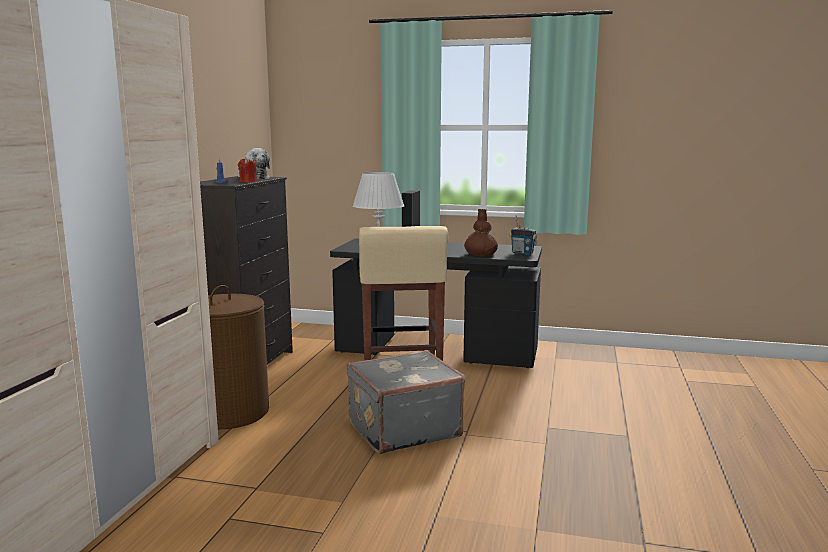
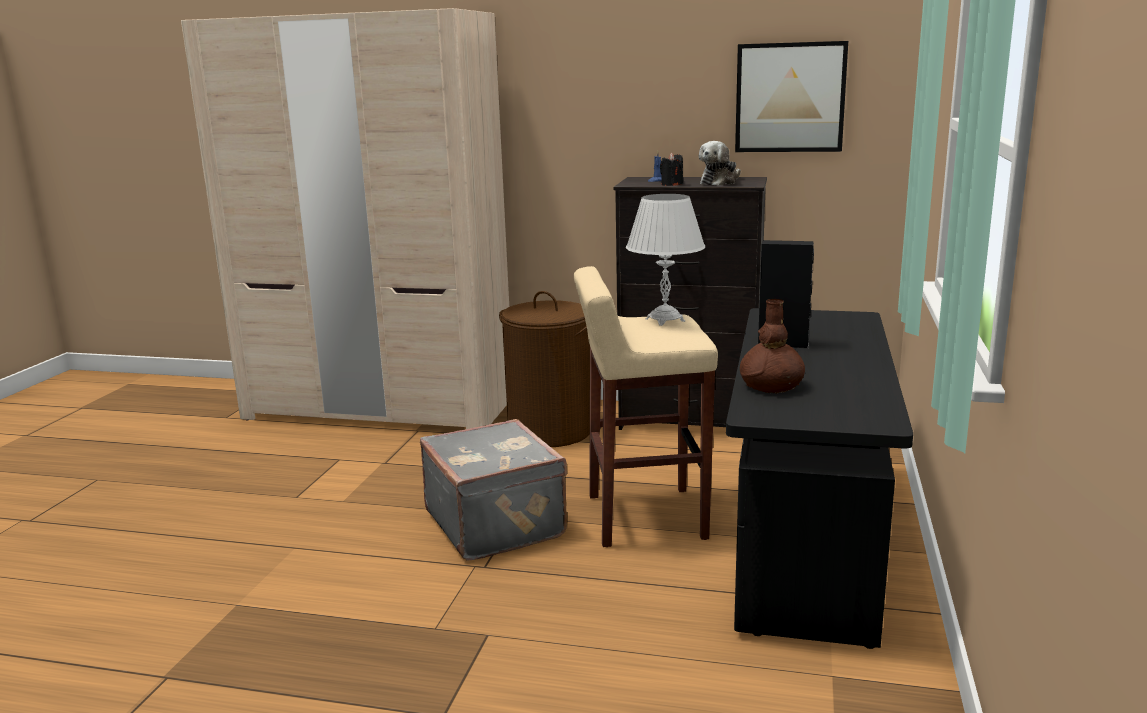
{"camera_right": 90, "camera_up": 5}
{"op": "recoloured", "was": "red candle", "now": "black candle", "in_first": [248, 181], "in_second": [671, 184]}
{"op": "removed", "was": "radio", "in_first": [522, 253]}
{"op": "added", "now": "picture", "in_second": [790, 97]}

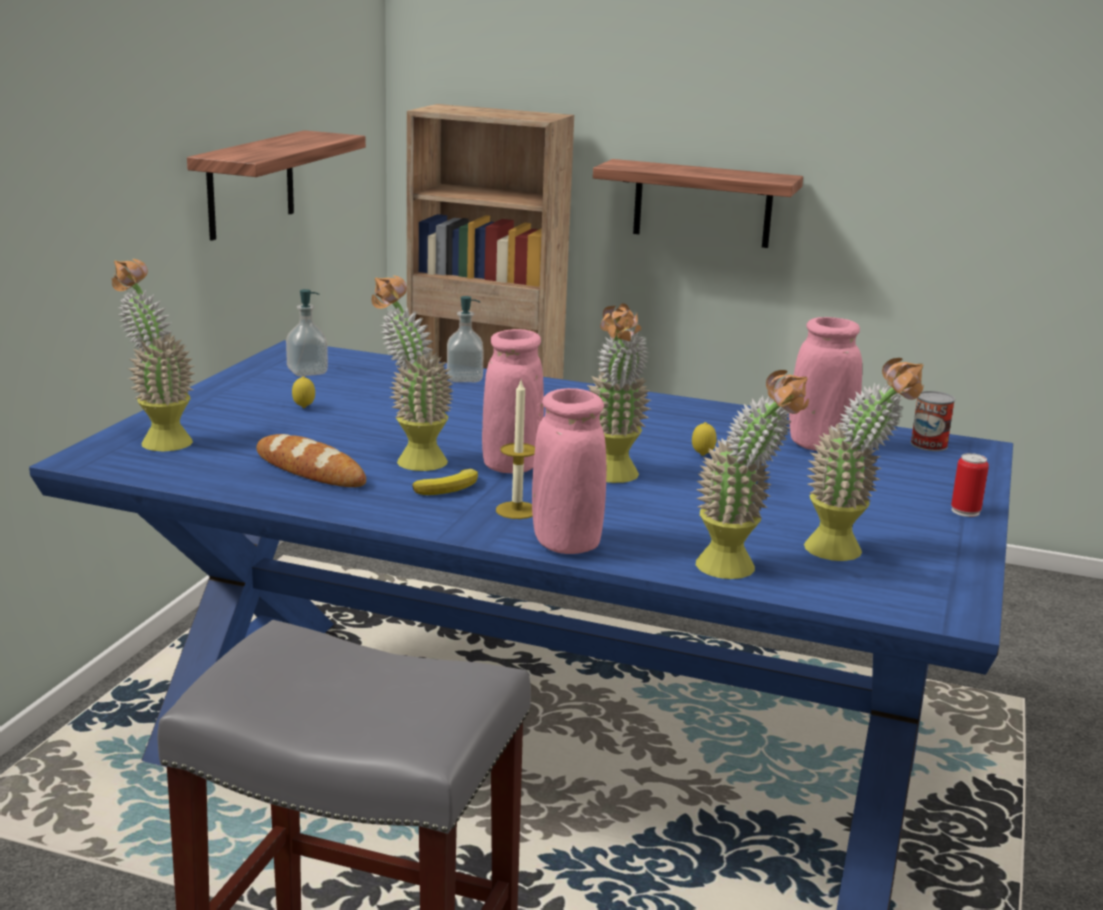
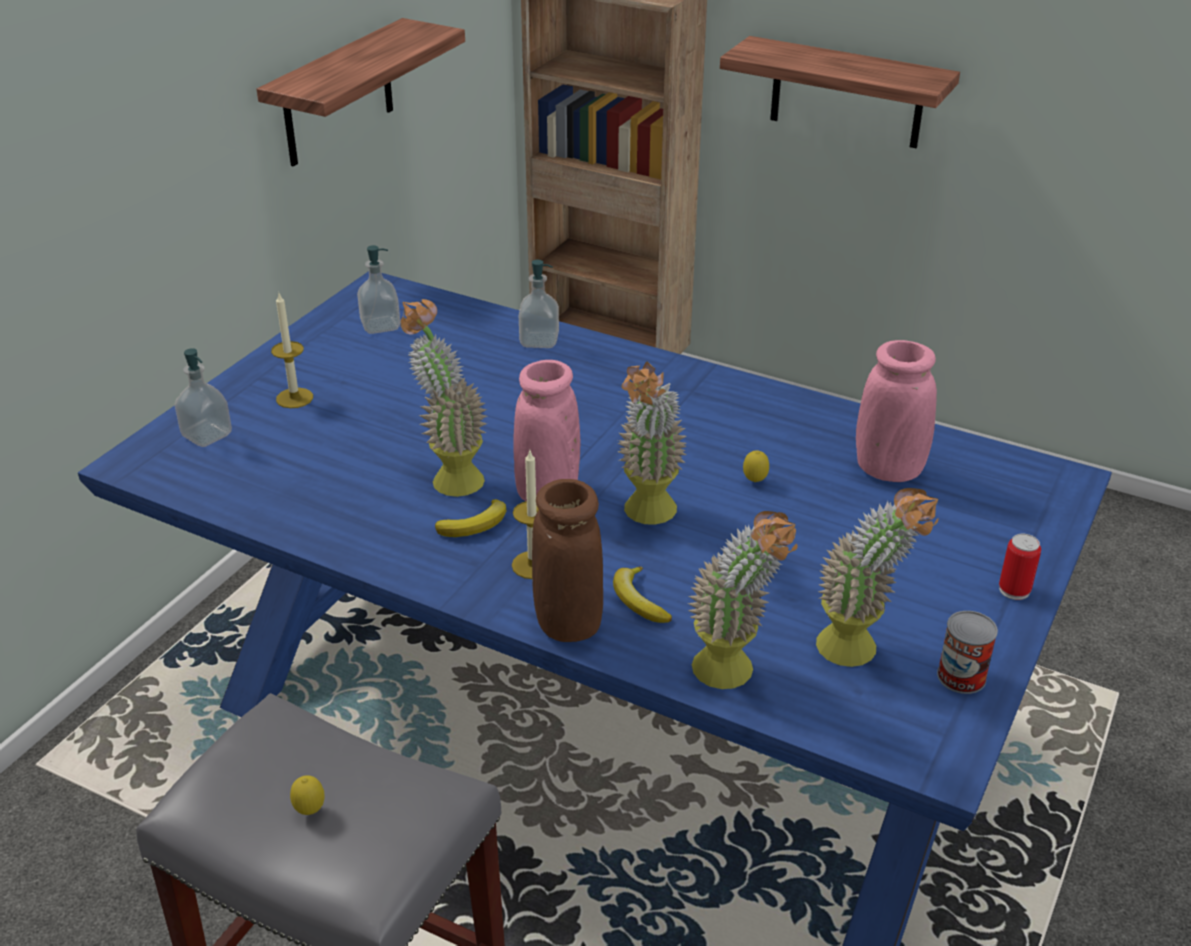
{"camera_right": 10, "camera_up": 15}
{"op": "replaced", "was": "potted plant", "now": "soap dispenser", "in_first": [157, 440], "in_second": [207, 435]}
{"op": "removed", "was": "bread", "in_first": [310, 470]}
{"op": "moved", "was": "lemon", "in_first": [304, 408], "in_second": [310, 811]}
{"op": "recoloured", "was": "pink vase", "now": "brown vase", "in_first": [566, 544], "in_second": [568, 623]}
{"op": "moved", "was": "can", "in_first": [929, 444], "in_second": [961, 676]}
{"op": "added", "now": "candle", "in_second": [294, 398]}
{"op": "added", "now": "banana", "in_second": [638, 601]}

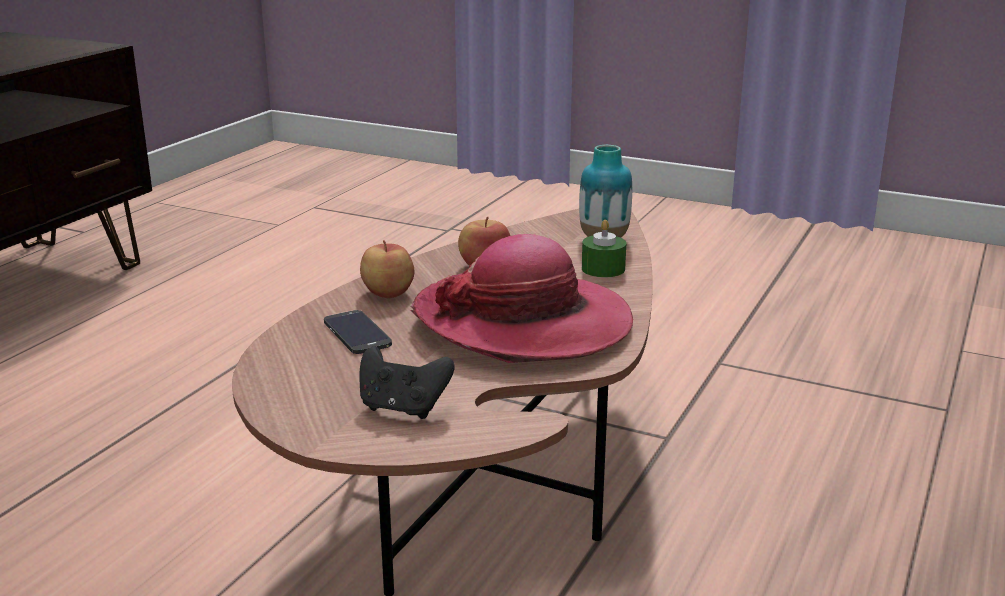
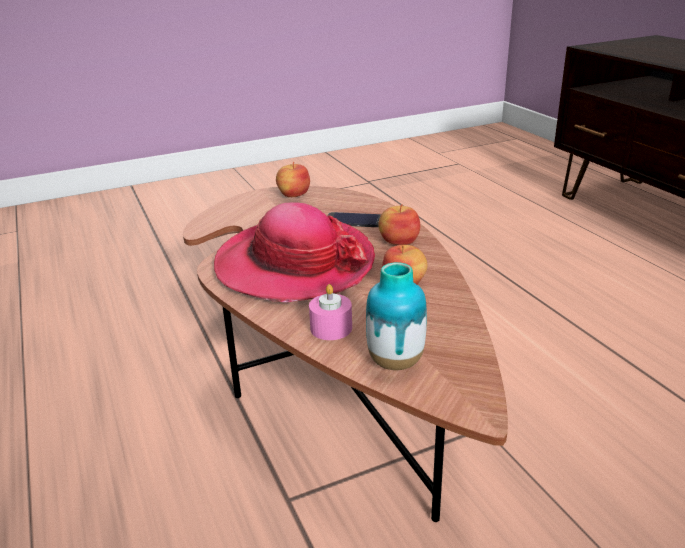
{"camera_right": 130, "camera_up": 5}
{"op": "removed", "was": "black game controller", "in_first": [403, 408]}
{"op": "recoloured", "was": "green candle", "now": "pink candle", "in_first": [603, 269], "in_second": [331, 328]}
{"op": "added", "now": "apple", "in_second": [293, 194]}

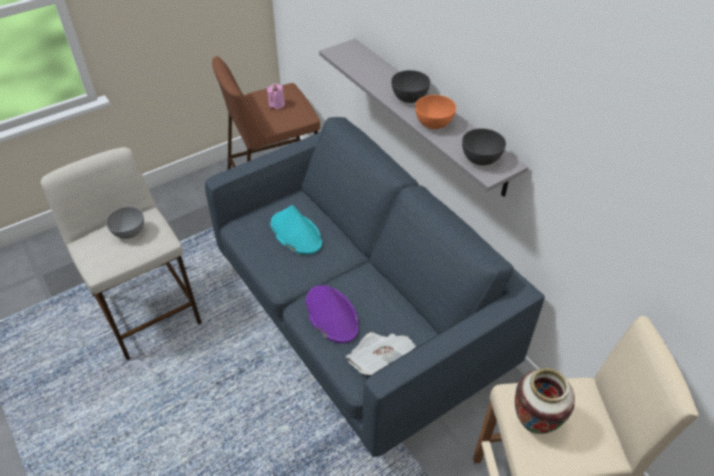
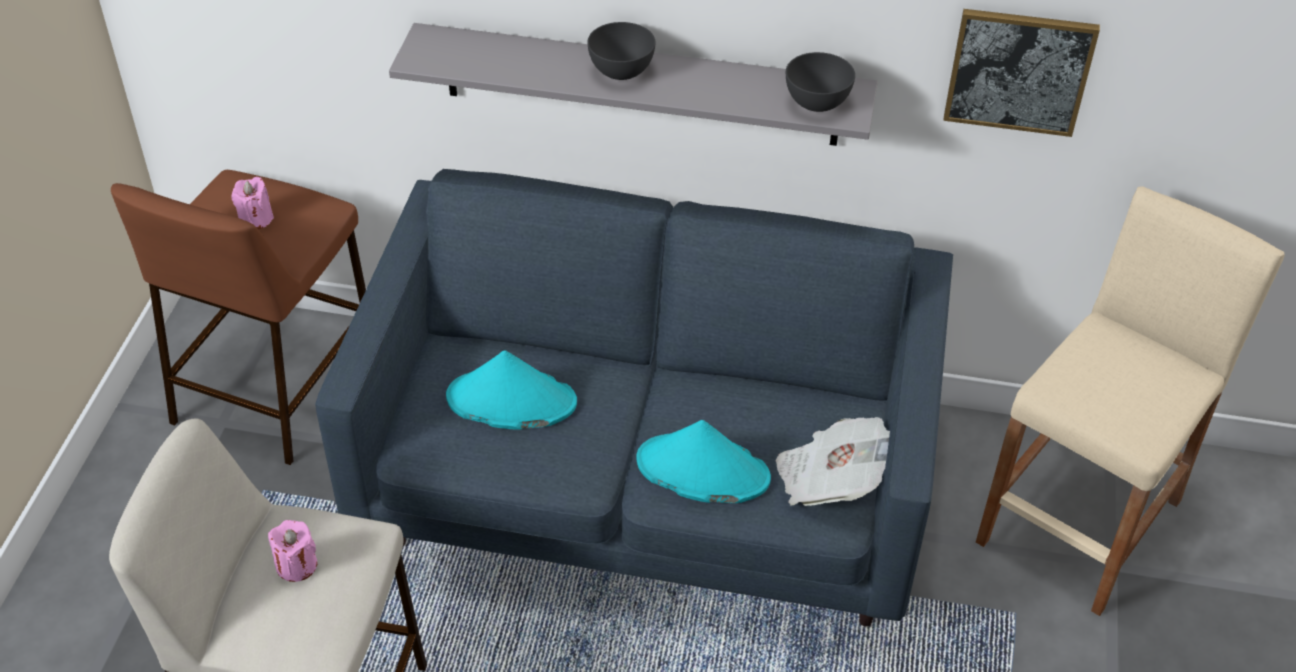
{"camera_right": -45, "camera_up": 0}
{"op": "replaced", "was": "grey bowl", "now": "pink candle", "in_first": [129, 232], "in_second": [296, 565]}
{"op": "recoloured", "was": "purple hat", "now": "turquoise hat", "in_first": [331, 314], "in_second": [702, 470]}
{"op": "removed", "was": "orange bowl", "in_first": [434, 124]}
{"op": "removed", "was": "vase", "in_first": [533, 424]}
{"op": "added", "now": "picture", "in_second": [1019, 71]}

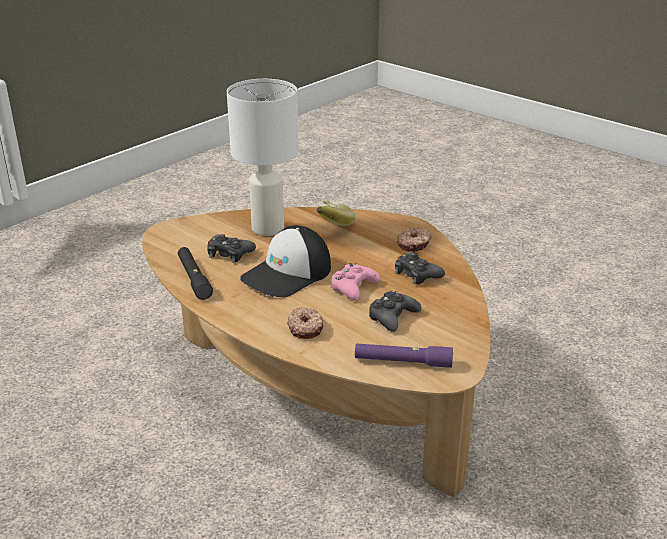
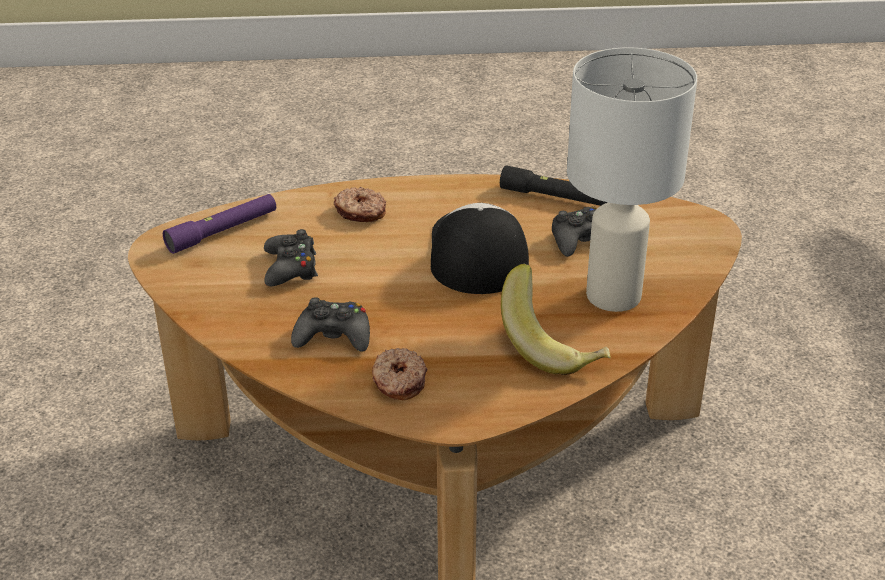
{"camera_right": 135, "camera_up": 5}
{"op": "removed", "was": "pink game controller", "in_first": [353, 287]}

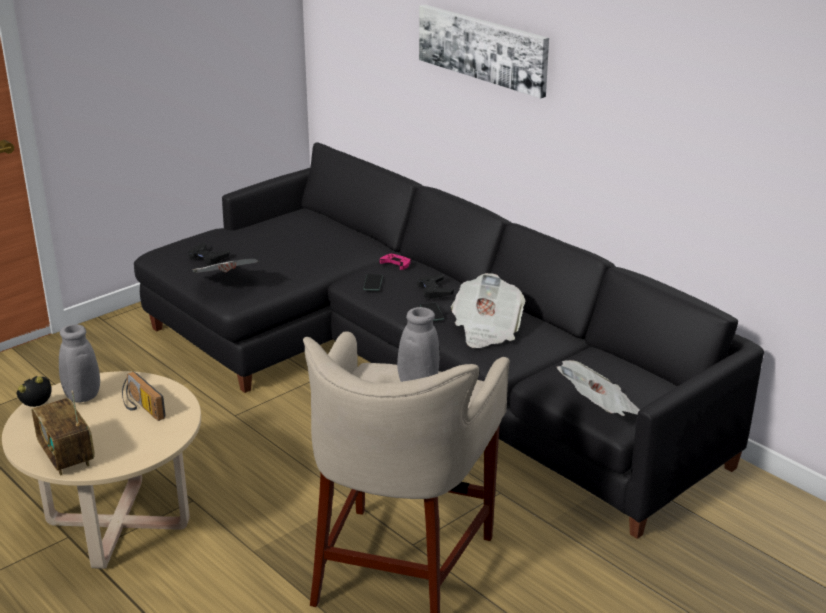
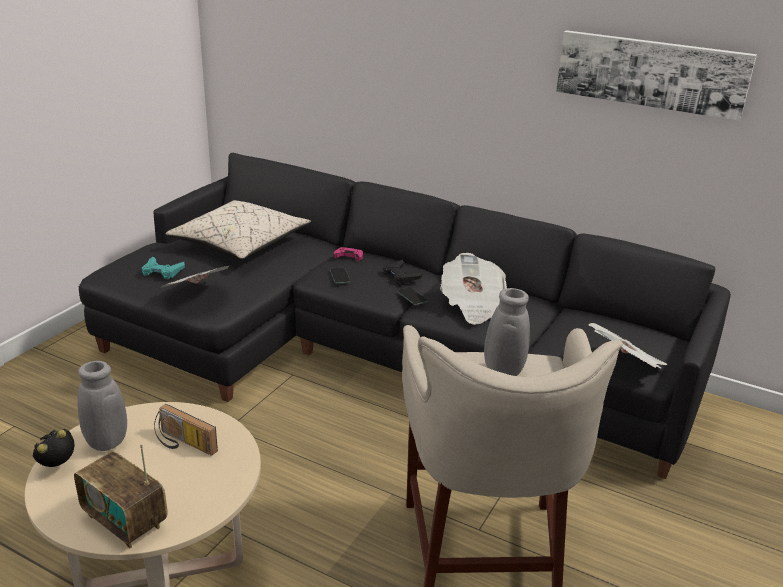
{"camera_right": -20, "camera_up": 0}
{"op": "recoloured", "was": "black game controller", "now": "turquoise game controller", "in_first": [207, 257], "in_second": [162, 271]}
{"op": "moved", "was": "picture", "in_first": [483, 48], "in_second": [651, 73]}
{"op": "added", "now": "beige pillow", "in_second": [240, 244]}

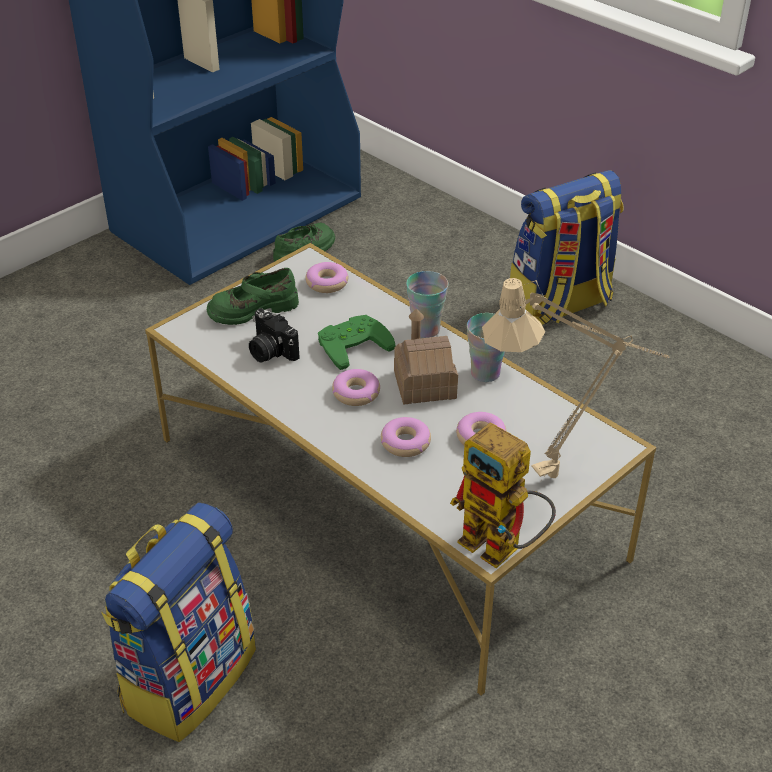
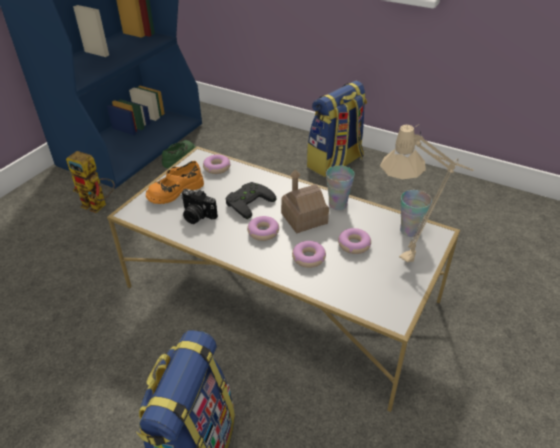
{"camera_right": -15, "camera_up": 0}
{"op": "recoloured", "was": "green shoe", "now": "orange shoe", "in_first": [252, 308], "in_second": [175, 191]}
{"op": "recoloured", "was": "green game controller", "now": "black game controller", "in_first": [352, 343], "in_second": [247, 201]}
{"op": "moved", "was": "cup", "in_first": [426, 329], "in_second": [410, 230]}
{"op": "moved", "was": "toy robot", "in_first": [502, 548], "in_second": [99, 206]}

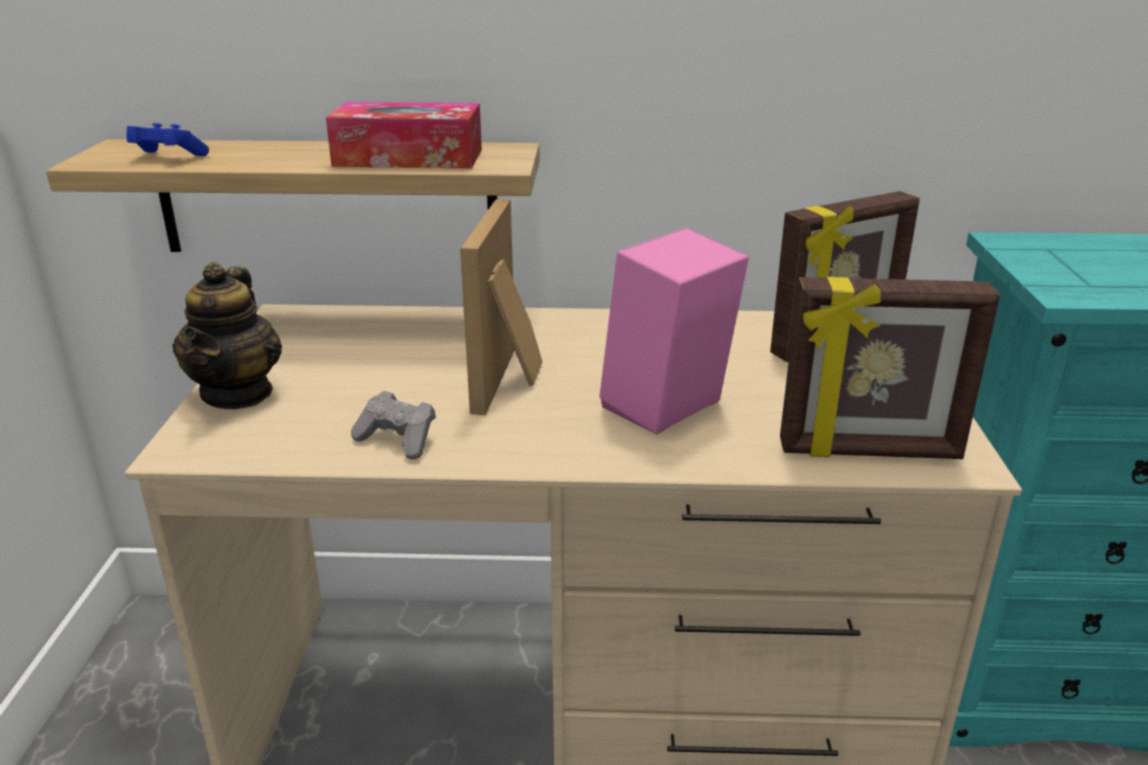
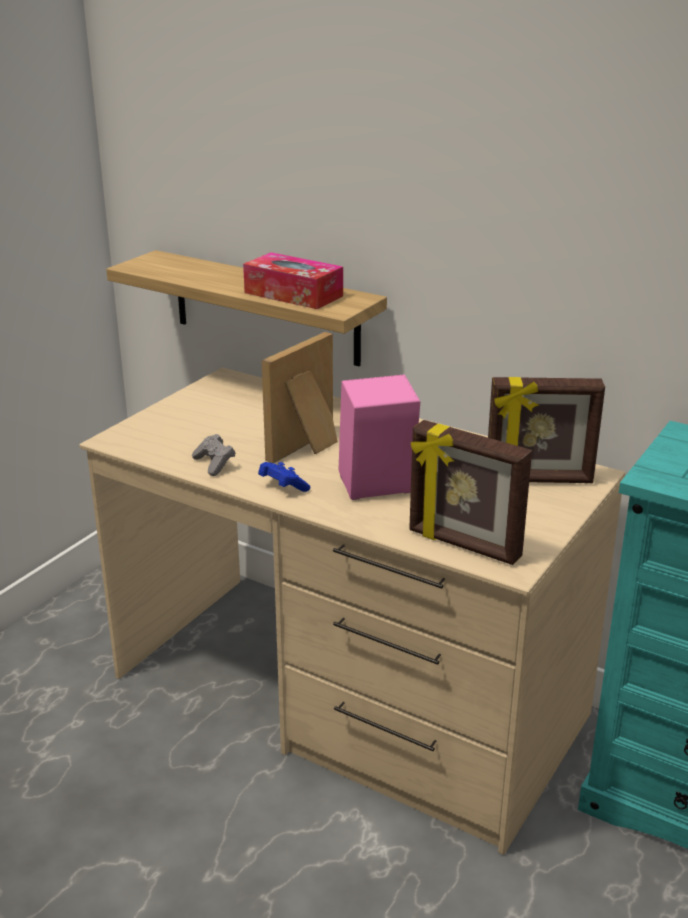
{"camera_right": 30, "camera_up": 0}
{"op": "moved", "was": "blue game controller", "in_first": [167, 157], "in_second": [282, 487]}
{"op": "removed", "was": "teapot", "in_first": [238, 393]}

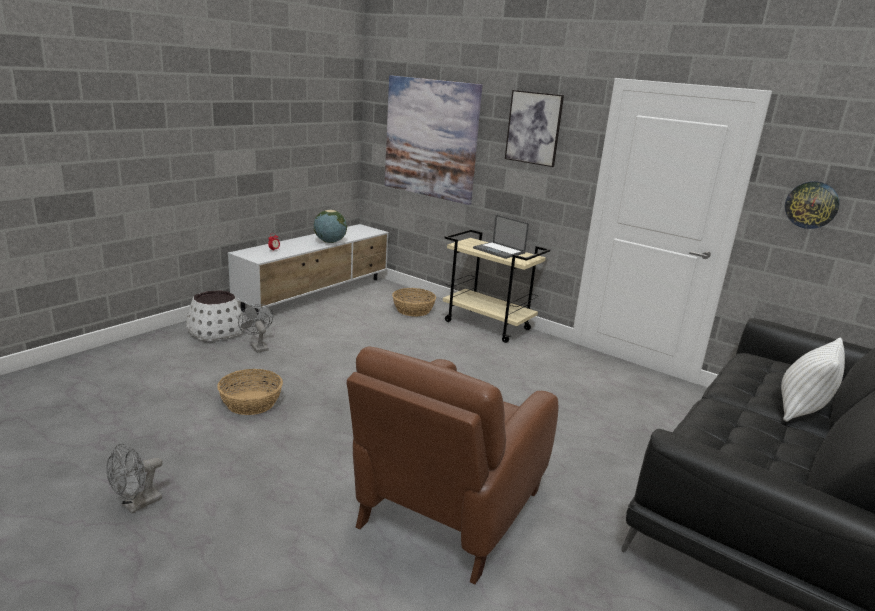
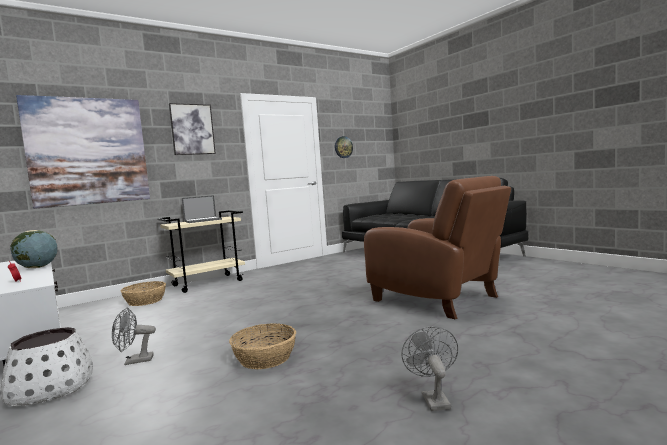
{"camera_right": -70, "camera_up": -15}
{"op": "turned", "was": "grey fan", "in_first": [137, 505], "in_second": [433, 398], "clockwise": -150}
{"op": "removed", "was": "white pillow", "in_first": [801, 409]}

